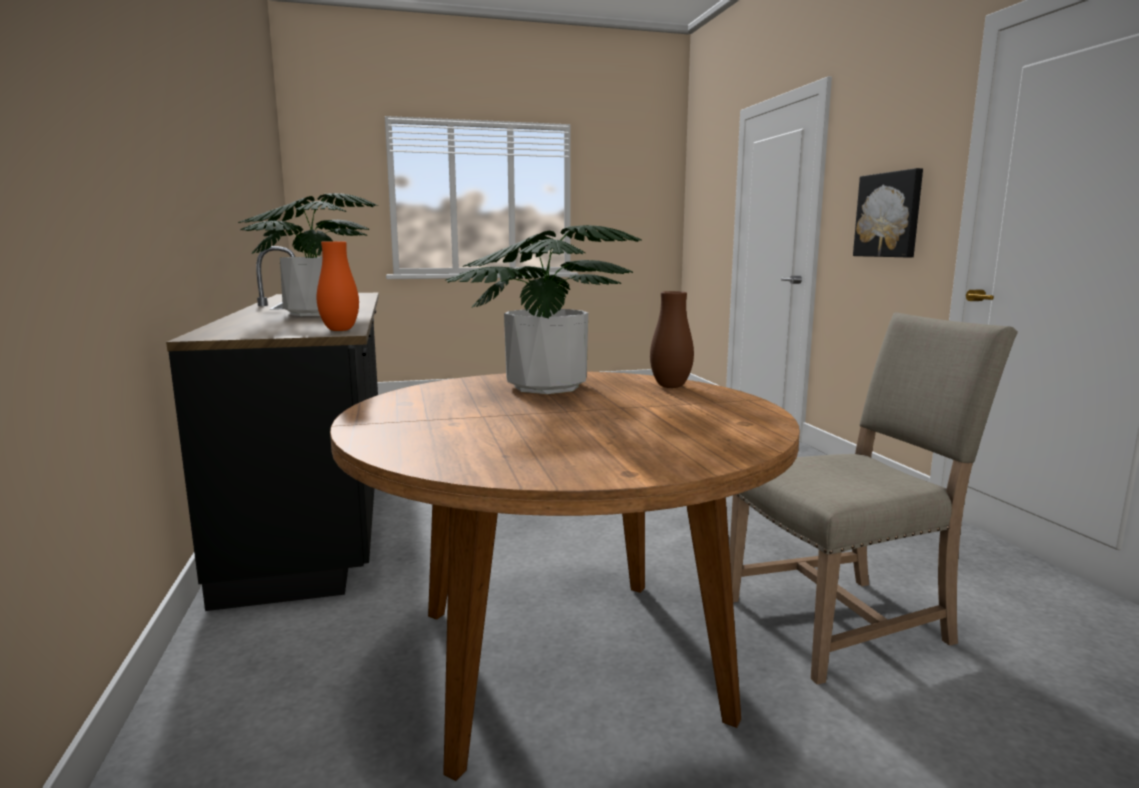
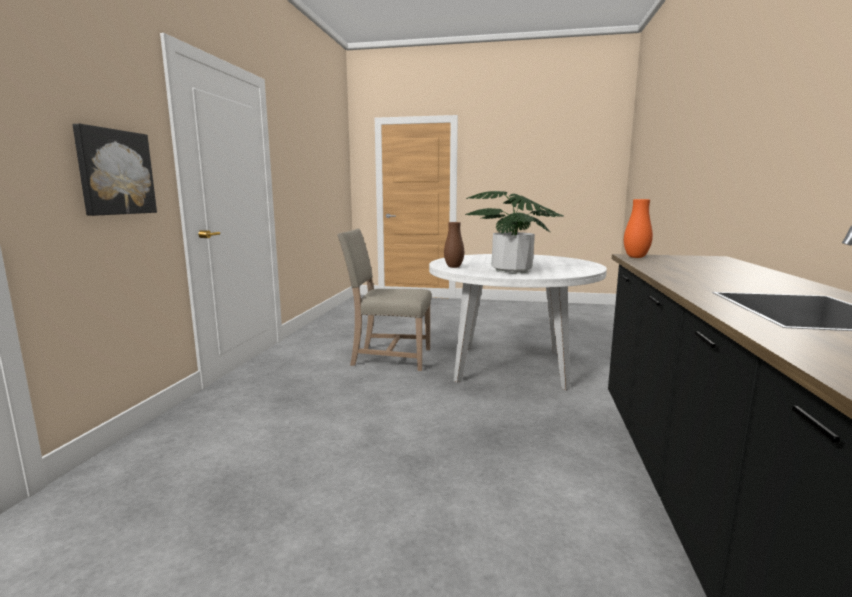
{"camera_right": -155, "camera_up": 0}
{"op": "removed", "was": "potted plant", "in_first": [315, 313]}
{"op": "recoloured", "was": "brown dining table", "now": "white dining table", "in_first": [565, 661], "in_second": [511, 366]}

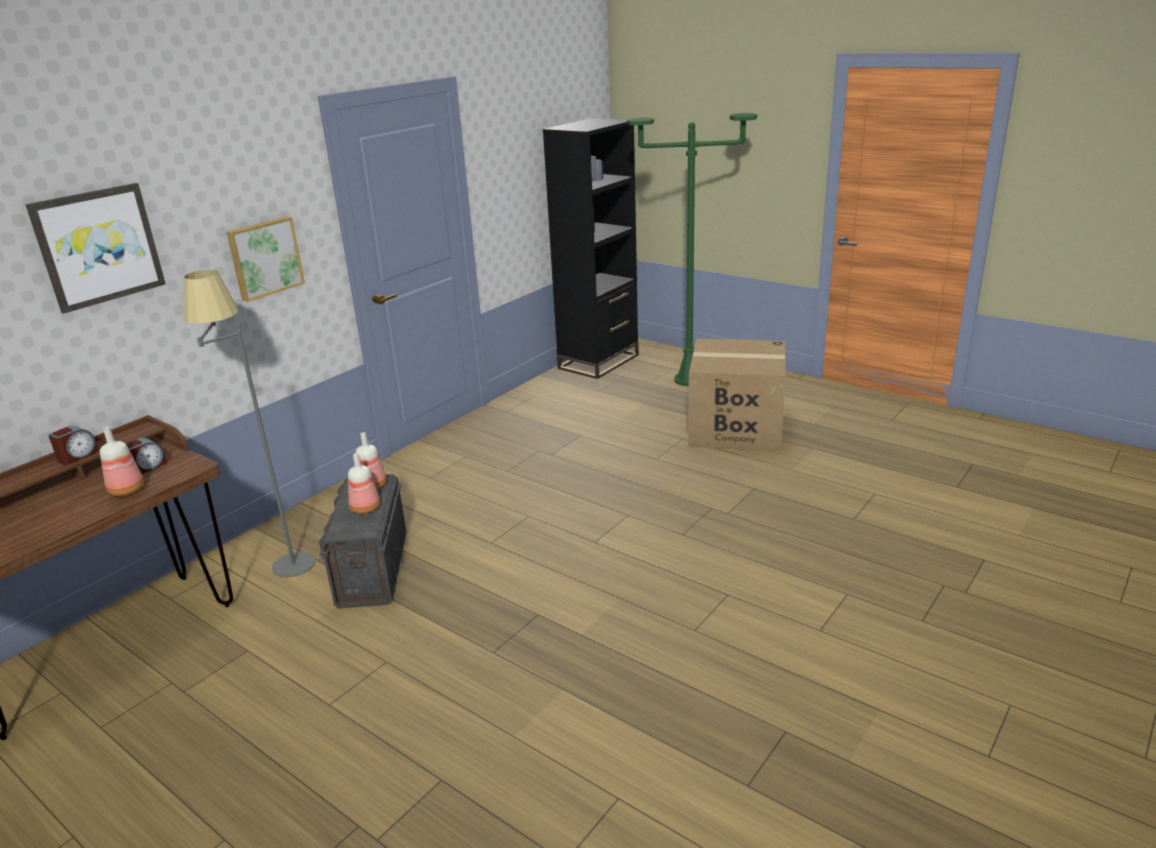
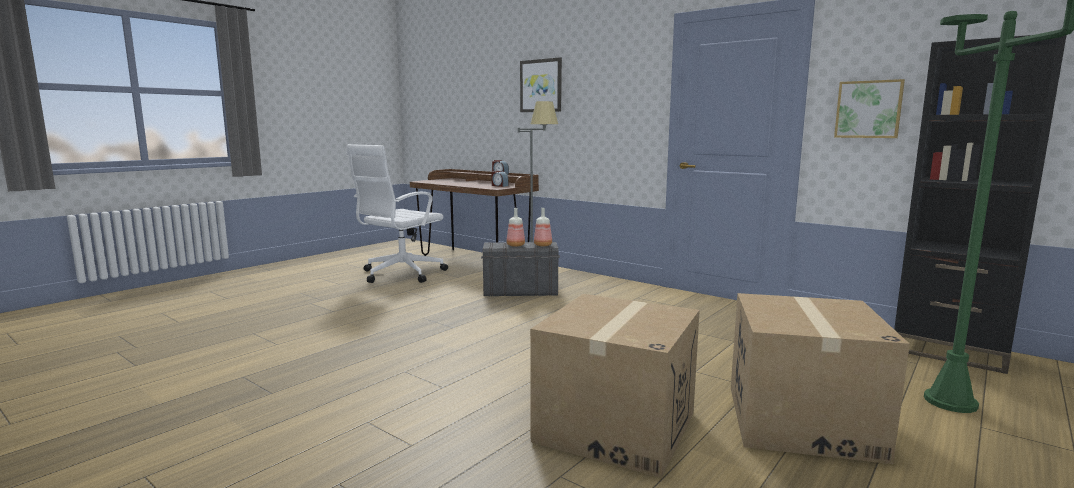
{"camera_right": 90, "camera_up": -15}
{"op": "removed", "was": "bottle", "in_first": [126, 490]}
{"op": "moved", "was": "picture", "in_first": [264, 258], "in_second": [868, 109]}
{"op": "added", "now": "white office chair", "in_second": [400, 274]}
{"op": "added", "now": "cardboard box", "in_second": [615, 427]}

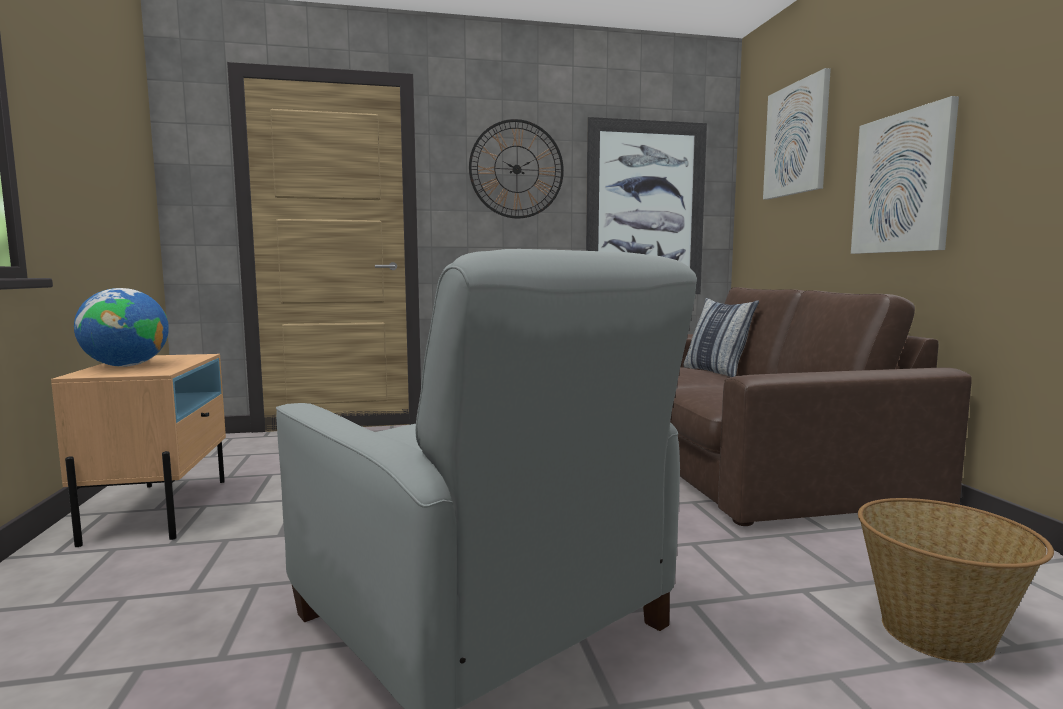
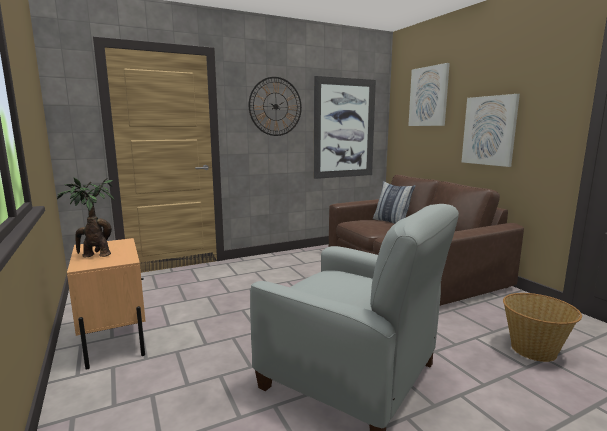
{"camera_right": -15, "camera_up": 5}
{"op": "replaced", "was": "globe", "now": "potted plant", "in_first": [125, 366], "in_second": [94, 255]}

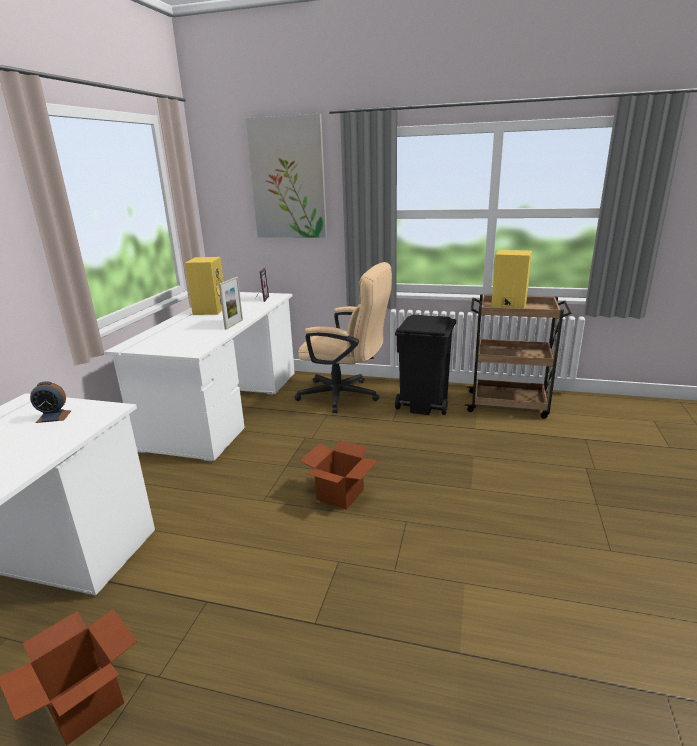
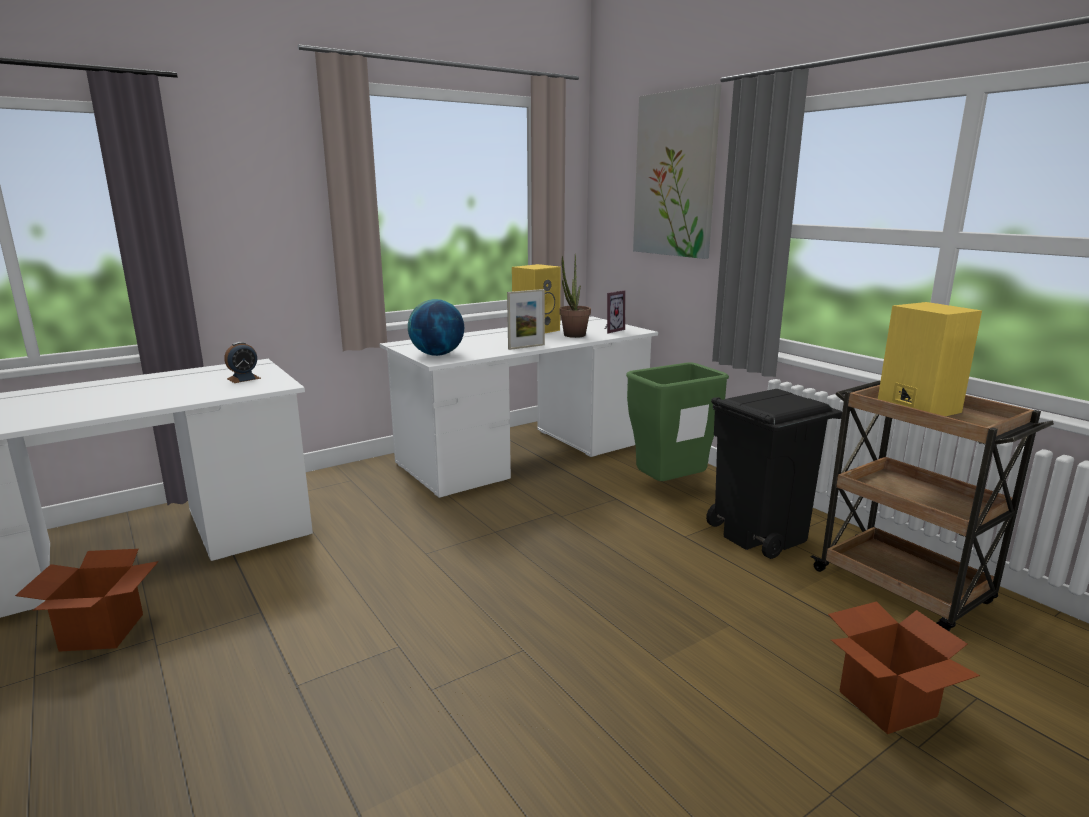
{"camera_right": 40, "camera_up": -5}
{"op": "turned", "was": "alarm clock", "in_first": [53, 416], "in_second": [243, 378], "clockwise": -75}
{"op": "replaced", "was": "beige office chair", "now": "green trash can", "in_first": [345, 396], "in_second": [669, 487]}
{"op": "moved", "was": "cardboard box", "in_first": [340, 494], "in_second": [887, 703]}
{"op": "added", "now": "globe", "in_second": [437, 354]}
{"op": "added", "now": "potted plant", "in_second": [572, 336]}

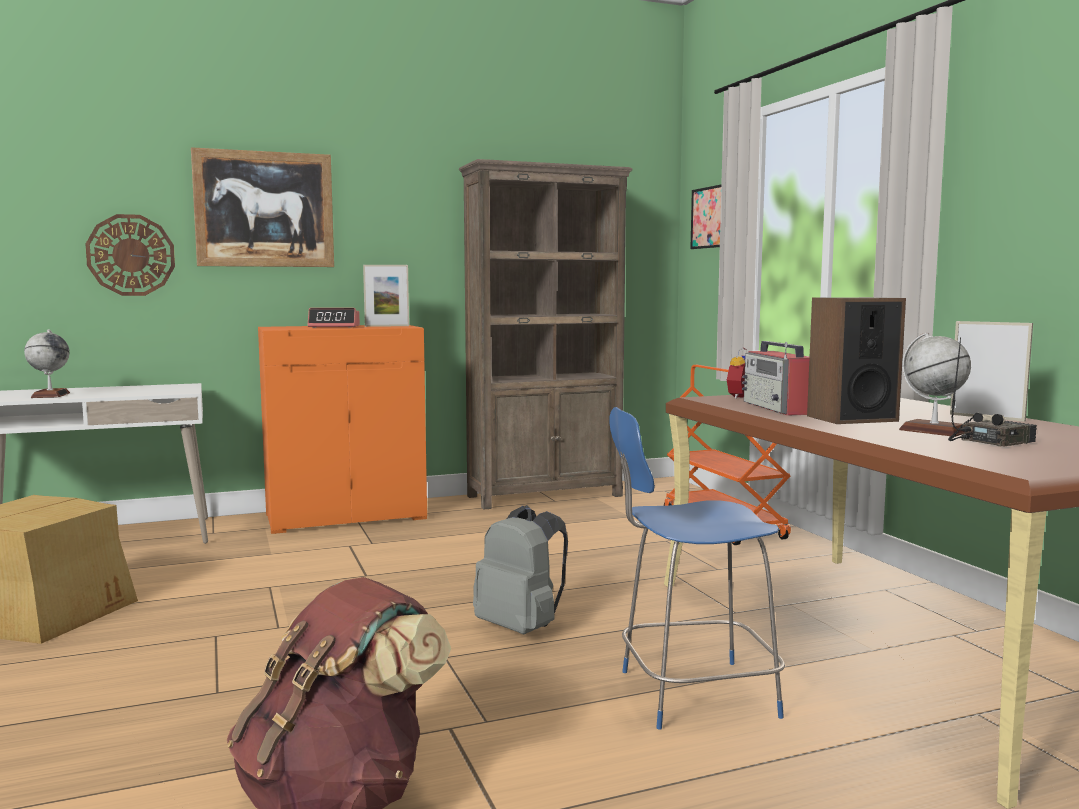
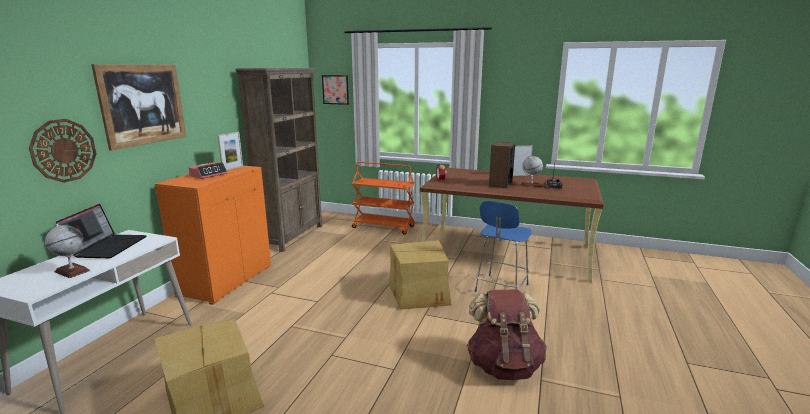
{"camera_right": -50, "camera_up": 10}
{"op": "replaced", "was": "grey backpack", "now": "cardboard box", "in_first": [522, 628], "in_second": [420, 293]}
{"op": "removed", "was": "radio", "in_first": [778, 408]}
{"op": "added", "now": "laptop", "in_second": [108, 246]}

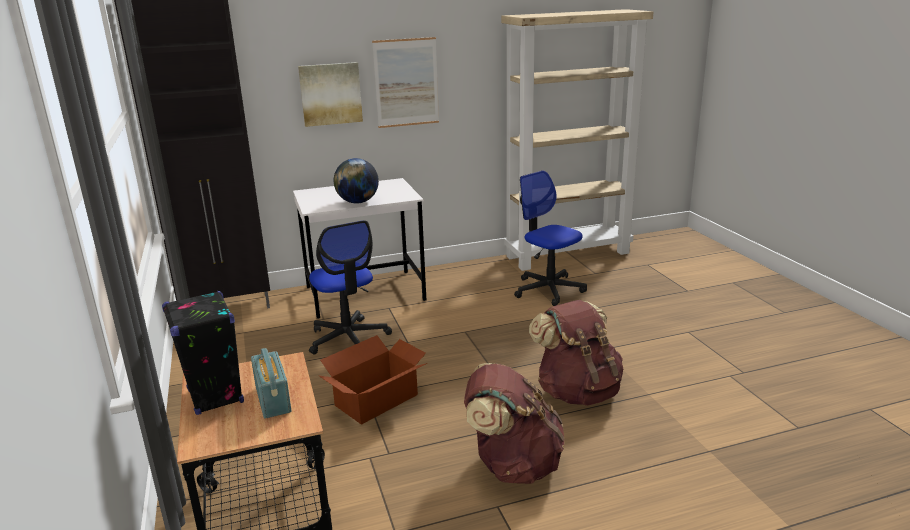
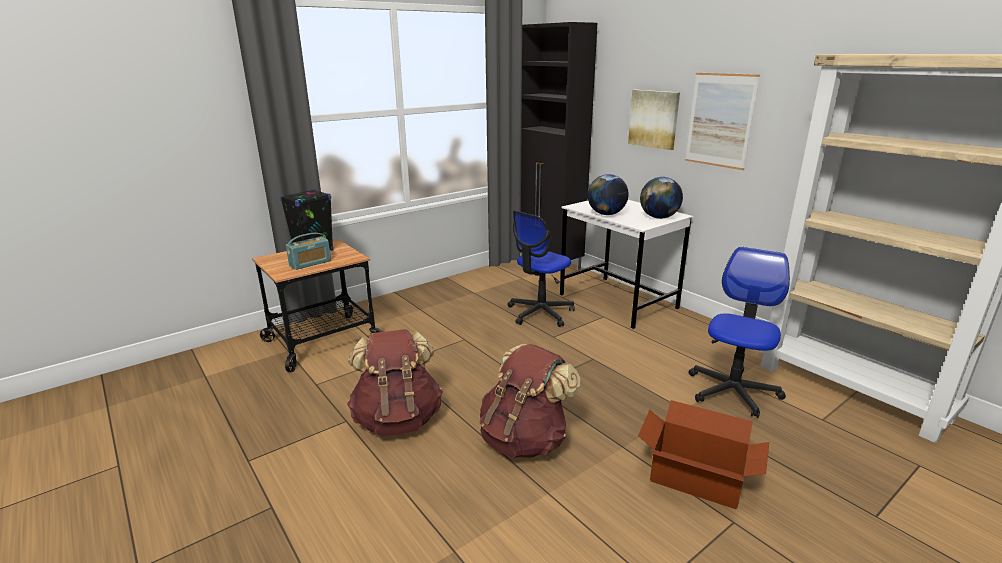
{"camera_right": 70, "camera_up": 0}
{"op": "moved", "was": "cardboard box", "in_first": [377, 400], "in_second": [697, 479]}
{"op": "added", "now": "globe", "in_second": [659, 217]}

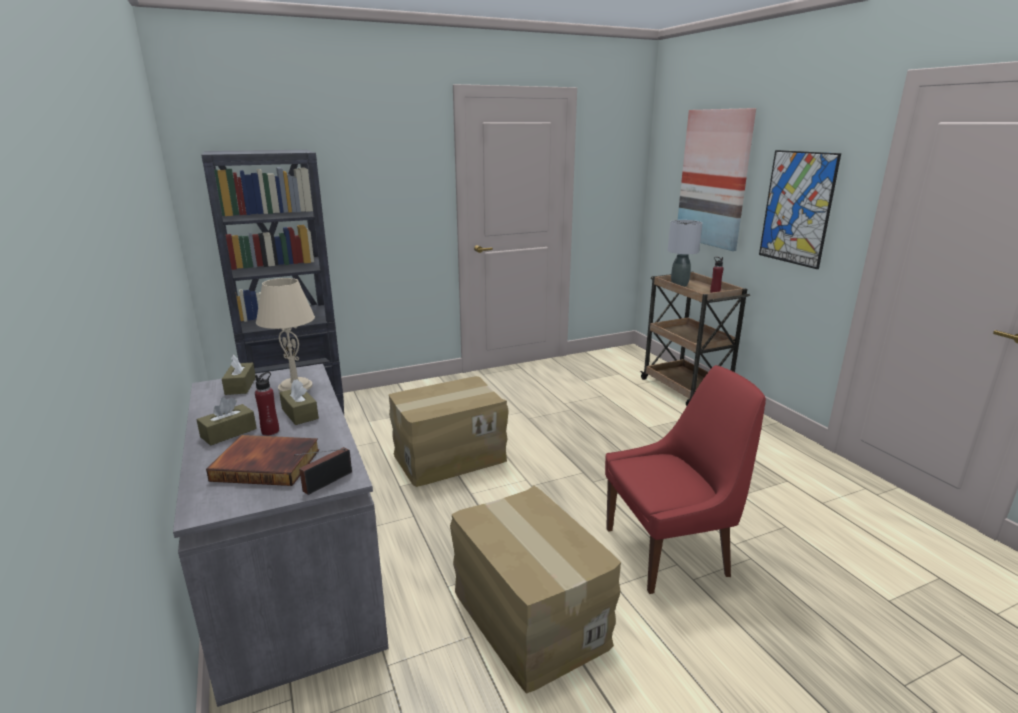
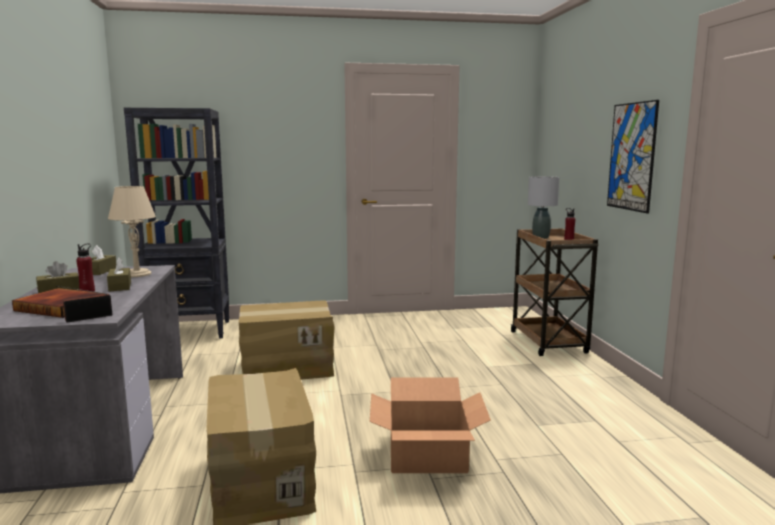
{"camera_right": 15, "camera_up": -10}
{"op": "replaced", "was": "red chair", "now": "cardboard box", "in_first": [670, 551], "in_second": [428, 455]}
{"op": "removed", "was": "picture", "in_first": [714, 178]}

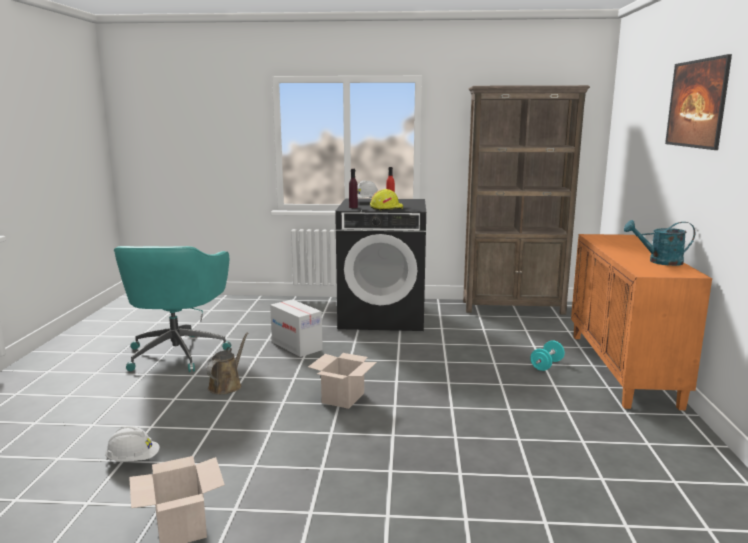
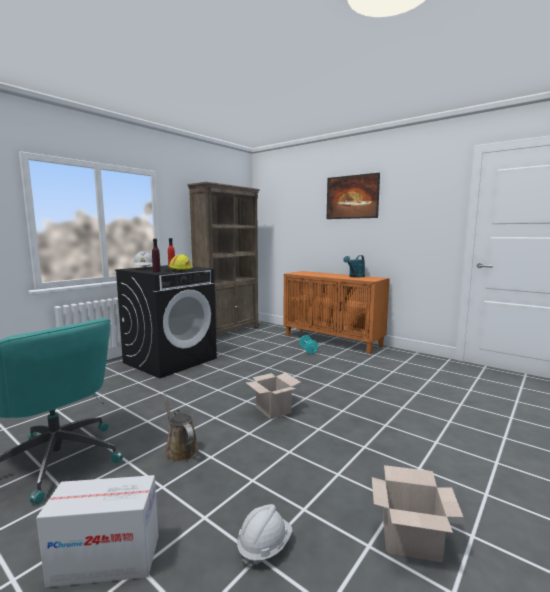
{"camera_right": -55, "camera_up": -5}
{"op": "moved", "was": "cardboard box", "in_first": [297, 346], "in_second": [106, 559]}

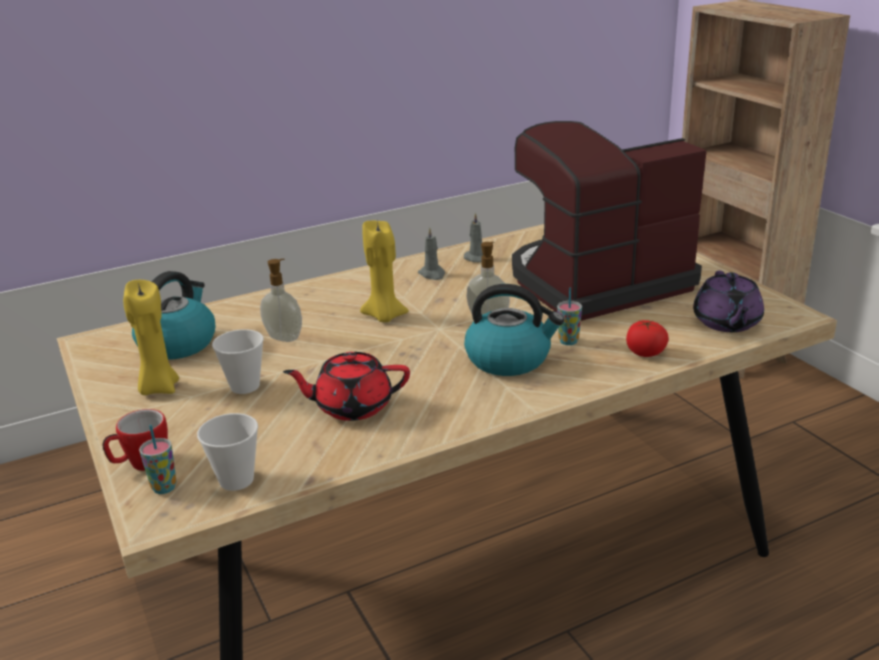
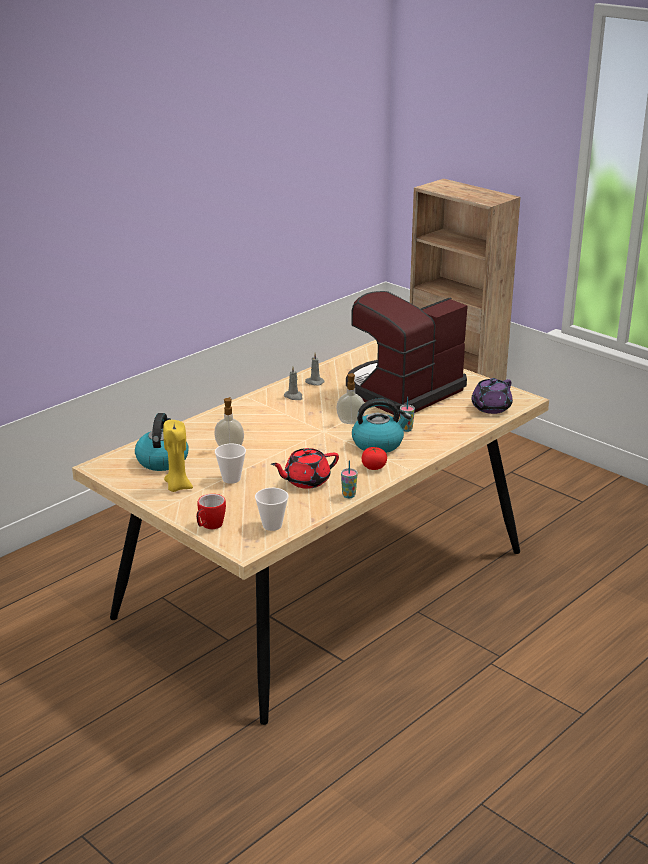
{"camera_right": -20, "camera_up": 0}
{"op": "moved", "was": "cup", "in_first": [164, 488], "in_second": [348, 495]}
{"op": "removed", "was": "yellow candle", "in_first": [384, 317]}
{"op": "moved", "was": "tomato", "in_first": [645, 353], "in_second": [374, 467]}
{"op": "turned", "was": "purple teapot", "in_first": [726, 323], "in_second": [490, 408], "clockwise": 60}

